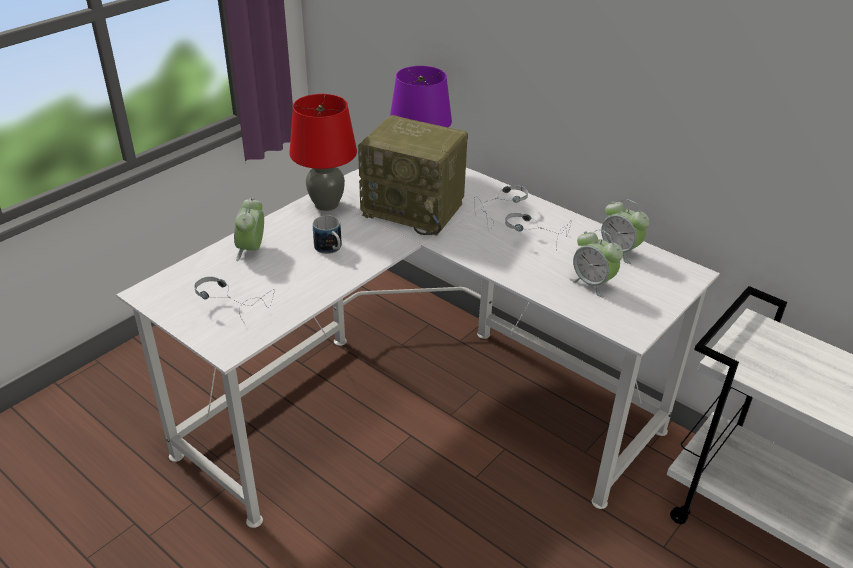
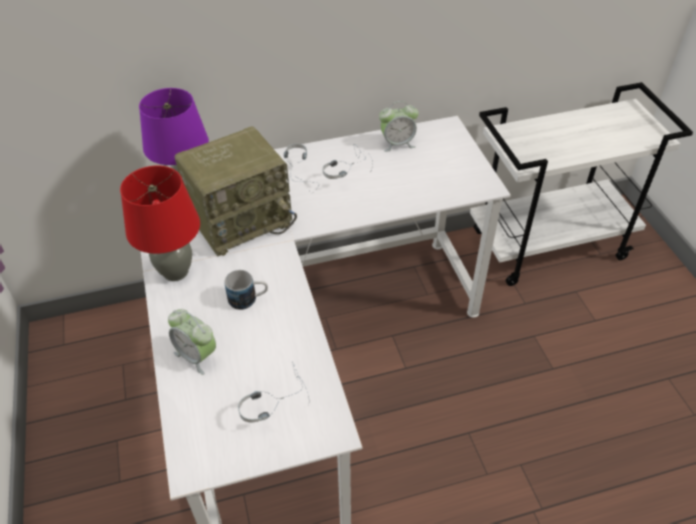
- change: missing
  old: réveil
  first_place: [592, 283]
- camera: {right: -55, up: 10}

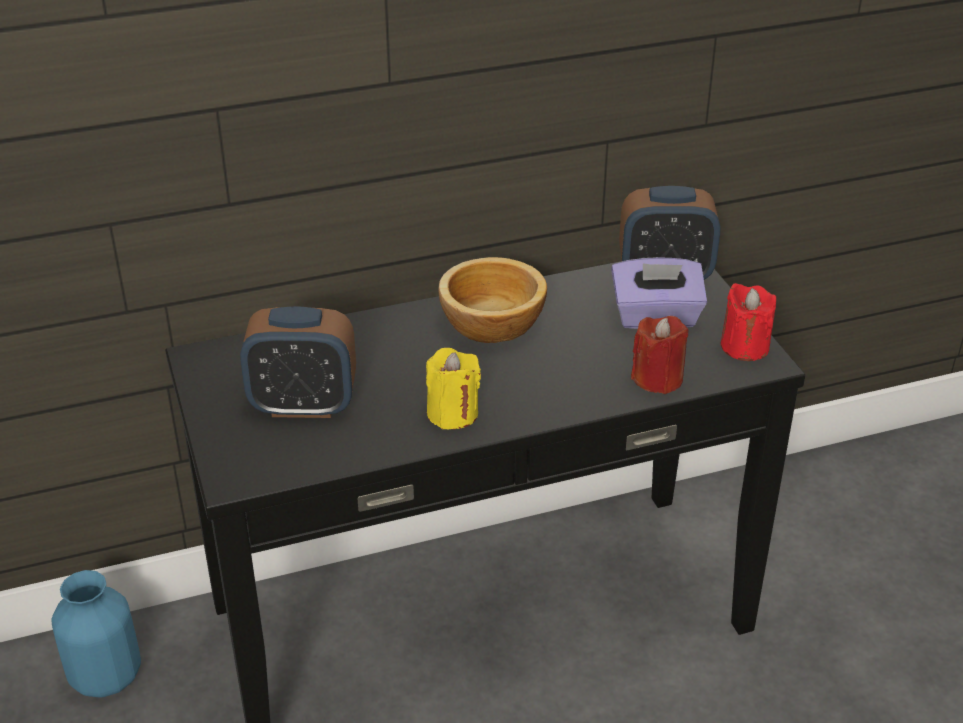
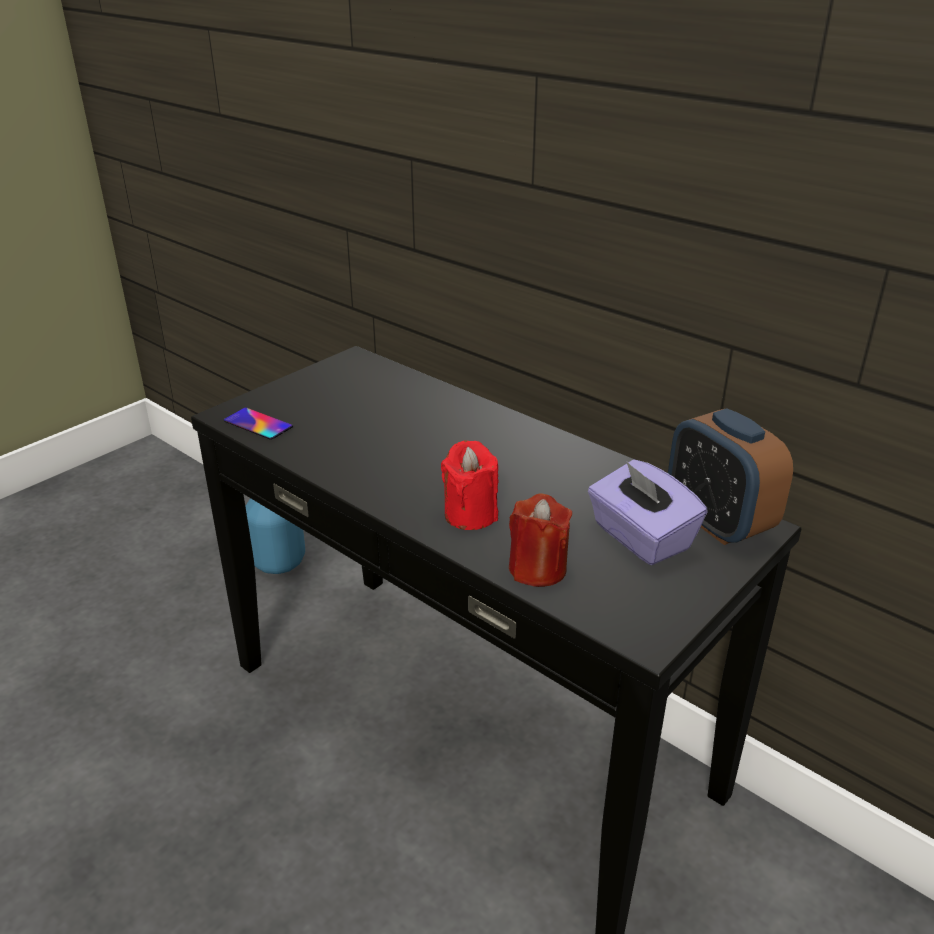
- change: appeared
  new: téléphone
  second_place: [258, 424]
- change: relocated
  old: bougie (rouge)
  first_place: [744, 346]
  second_place: [470, 514]
- change: missing
  old: réveil
  first_place: [303, 405]
- change: missing
  old: bougie (jaune)
  first_place: [452, 413]
- change: missing
  old: bol
  first_place: [491, 325]
- camera: {right: 60, up: -5}

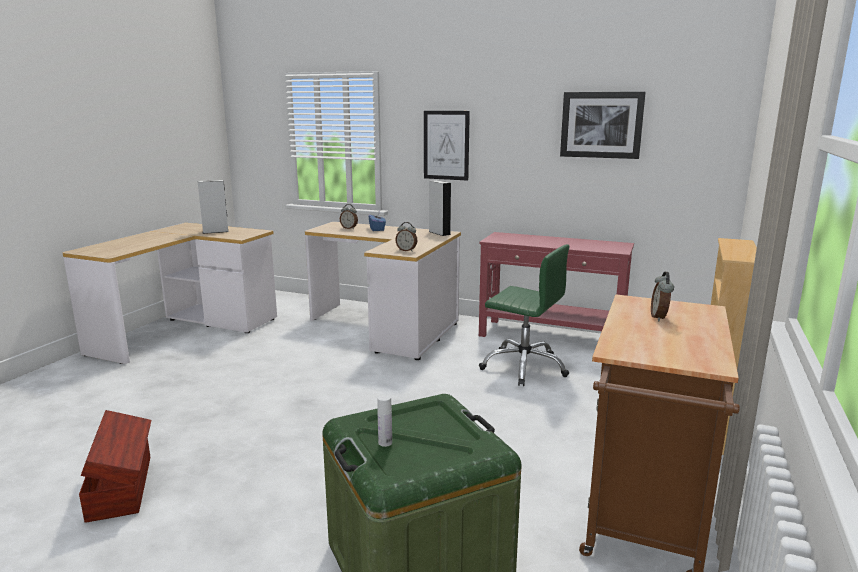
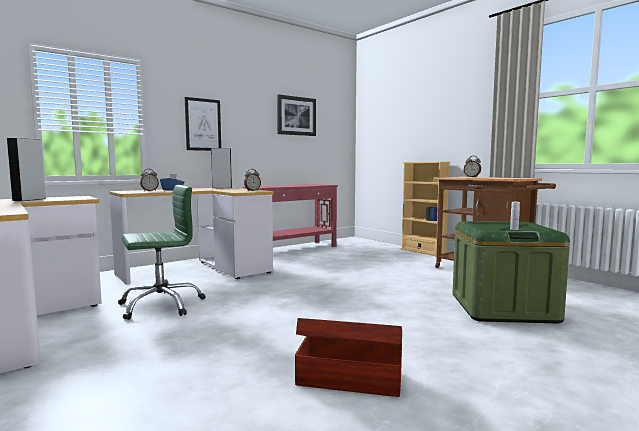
- change: relocated
  old: chaise de bureau (vert)
  first_place: [524, 367]
  second_place: [161, 305]
- camera: {right: -60, up: -10}

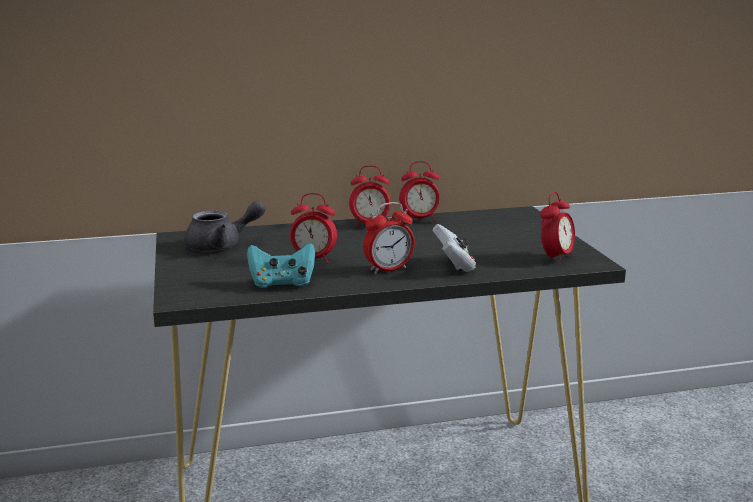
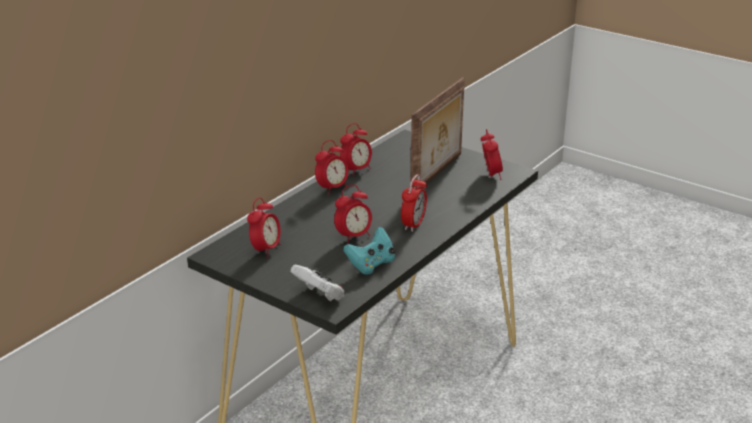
- change: exchanged
  old: théière (gris)
  new: réveil
  first_place: [222, 246]
  second_place: [266, 249]
- change: relocated
  old: manette (blanc)
  first_place: [454, 265]
  second_place: [320, 296]
- change: appeared
  new: cadre photo
  second_place: [438, 174]
- camera: {right: -40, up: 10}

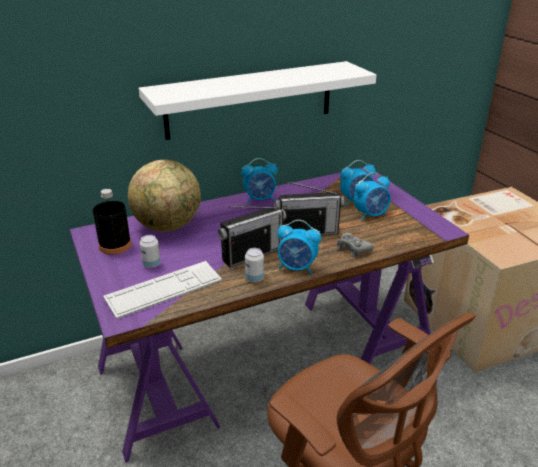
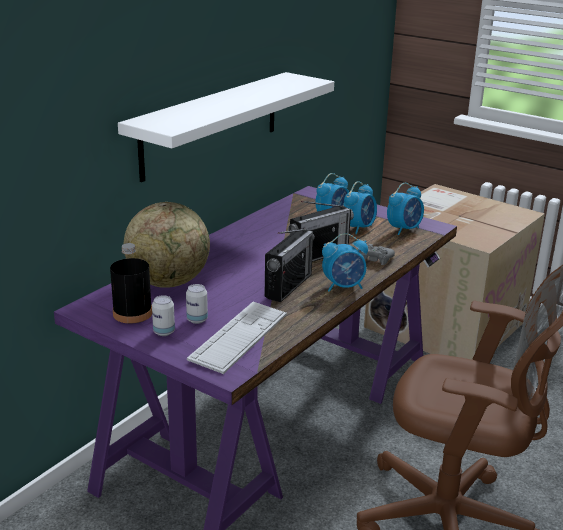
- change: relocated
  old: boîte métallique
  first_place: [254, 278]
  second_place: [164, 332]
- change: relocated
  old: réveil
  first_place: [260, 199]
  second_place: [404, 229]
- camera: {right: -30, up: -5}

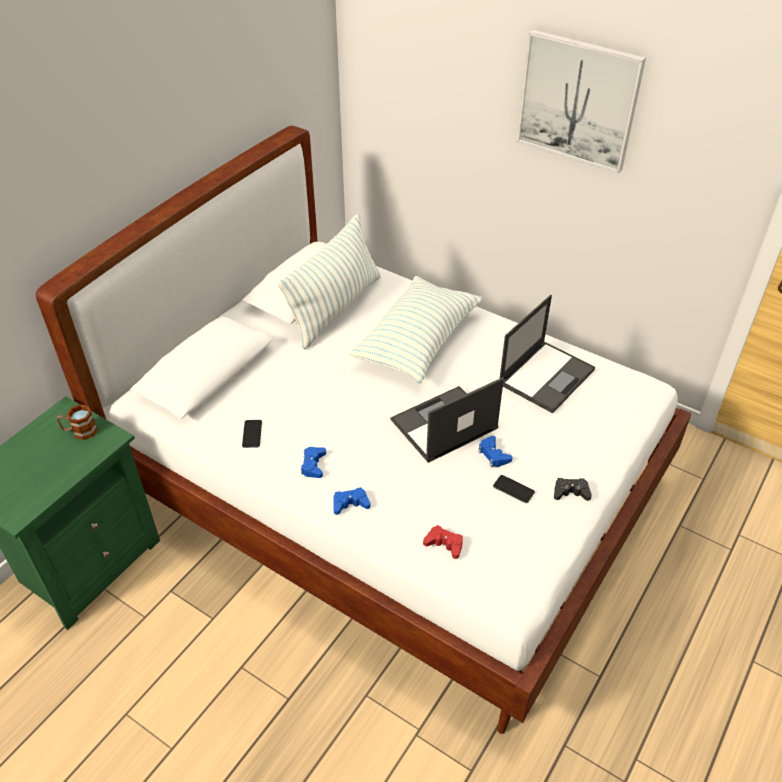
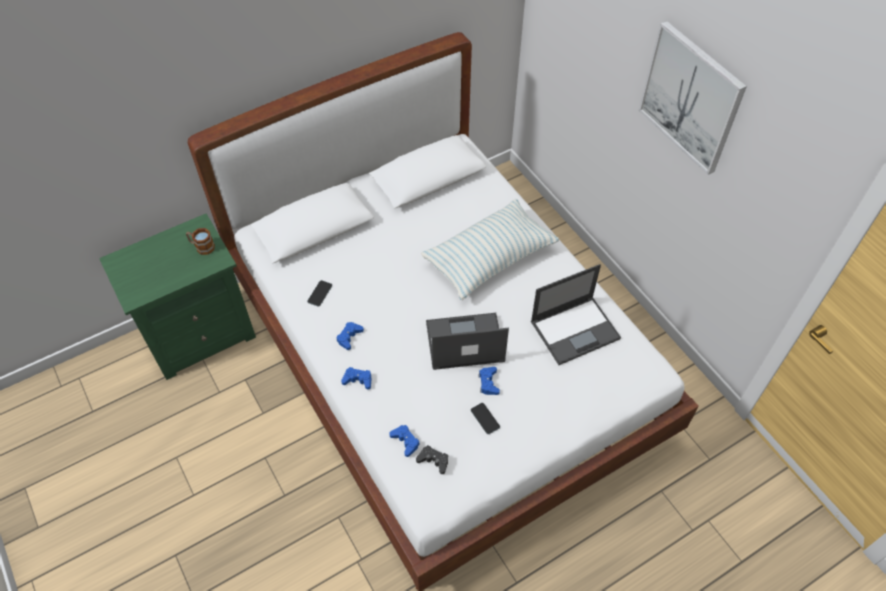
- change: colour
  old: manette (rouge)
  new: manette (bleu)
  first_place: [444, 544]
  second_place: [405, 441]
- change: relocated
  old: manette (noir)
  first_place: [570, 492]
  second_place: [433, 461]
- change: missing
  old: coussin
  first_place: [335, 308]
- camera: {right: 25, up: 10}

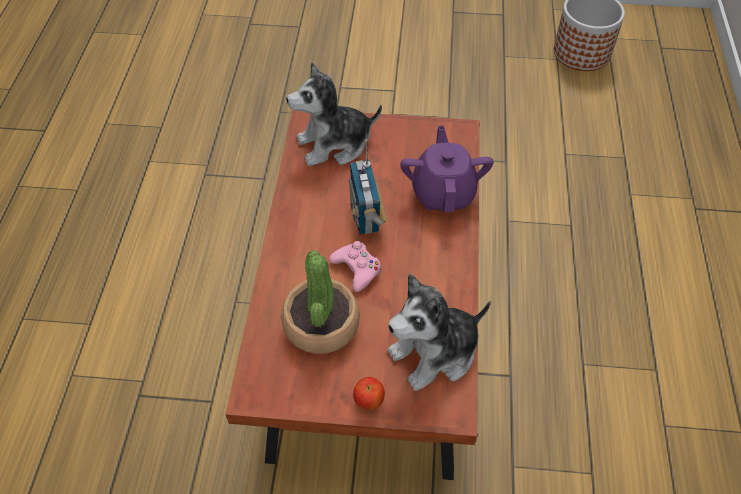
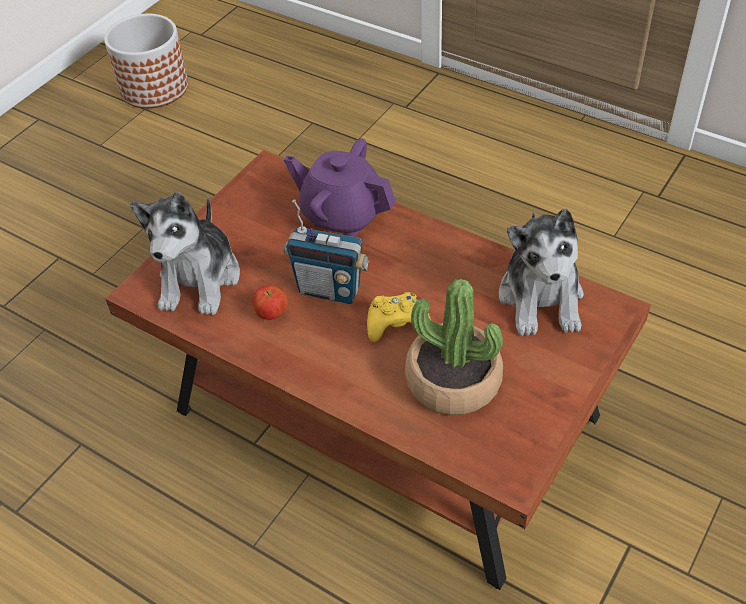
- change: relocated
  old: pomme
  first_place: [369, 400]
  second_place: [272, 314]
- change: colour
  old: manette (rose)
  new: manette (jaune)
  first_place: [357, 269]
  second_place: [397, 323]
- camera: {right: -60, up: -5}

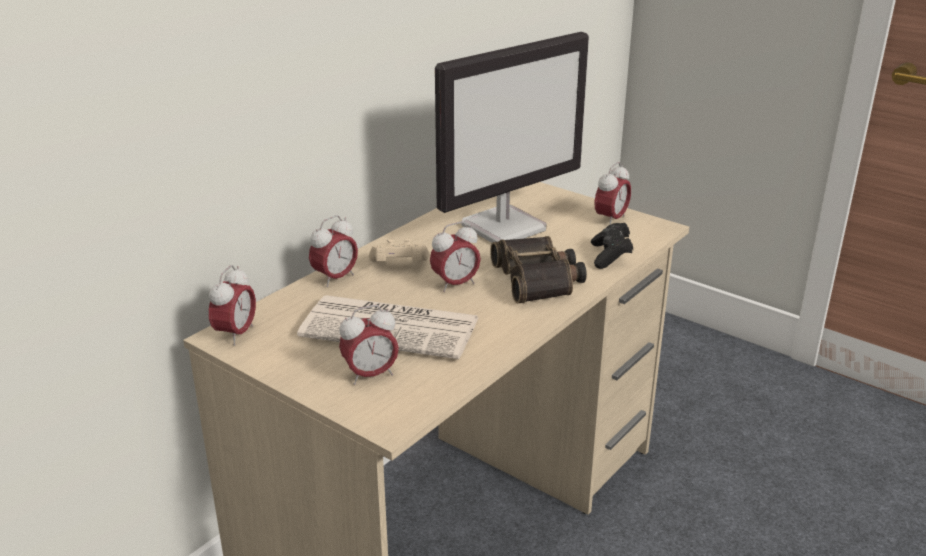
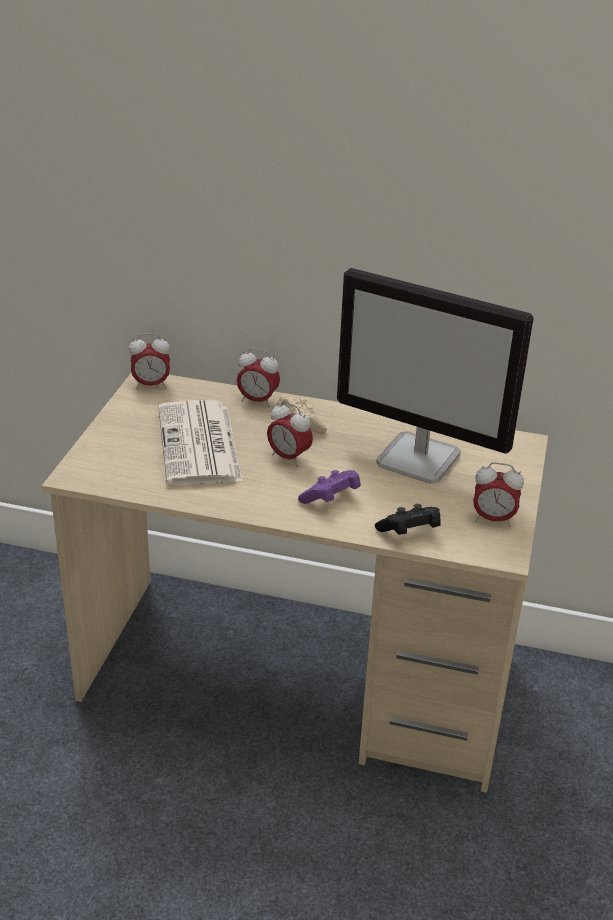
- change: exchanged
  old: jumelles
  new: manette (violet)
  first_place: [538, 279]
  second_place: [330, 499]
- change: missing
  old: réveil
  first_place: [370, 375]
- camera: {right: 65, up: 5}

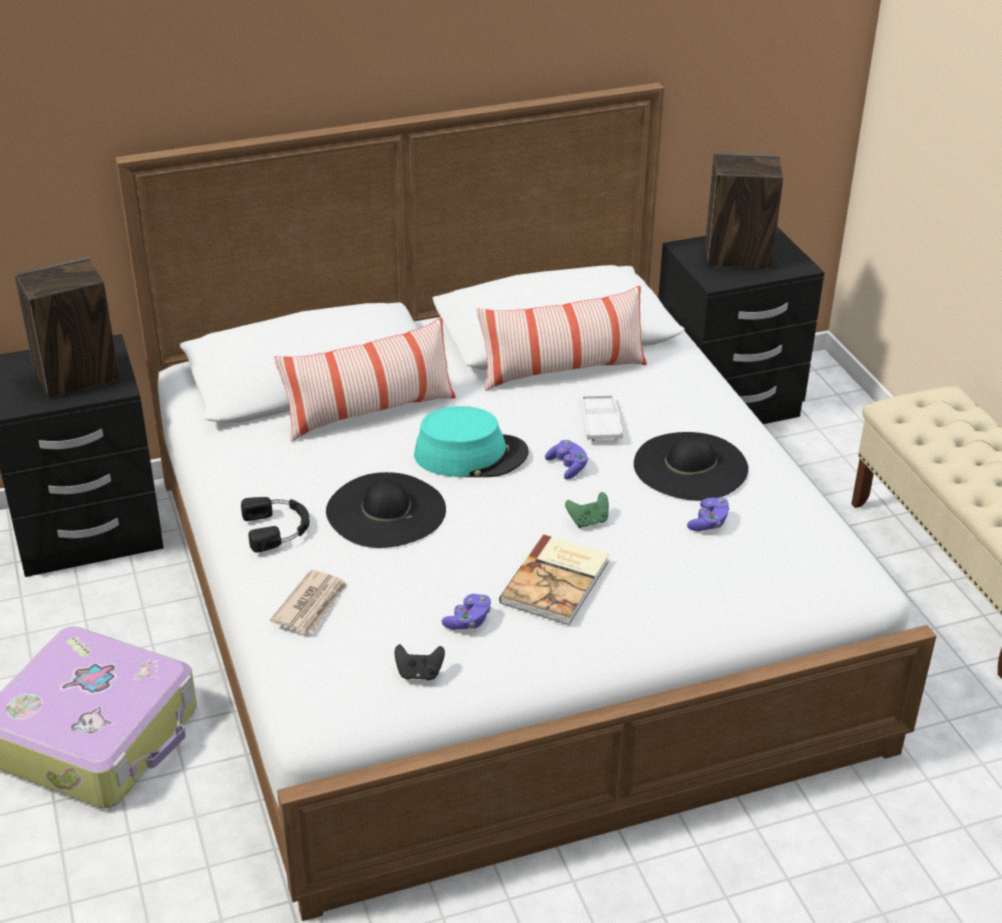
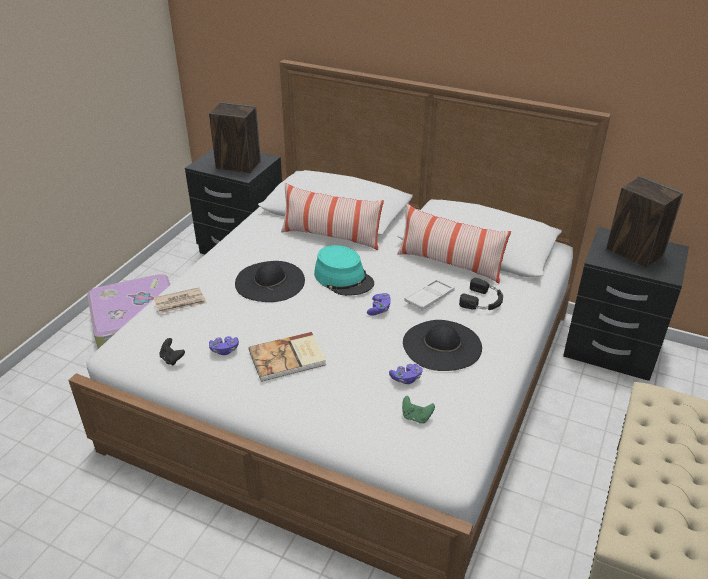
- change: relocated
  old: manette (vert)
  first_place: [588, 521]
  second_place: [416, 417]
- change: relocated
  old: casque audio (noir)
  first_place: [278, 528]
  second_place: [482, 301]
- camera: {right: 45, up: 0}

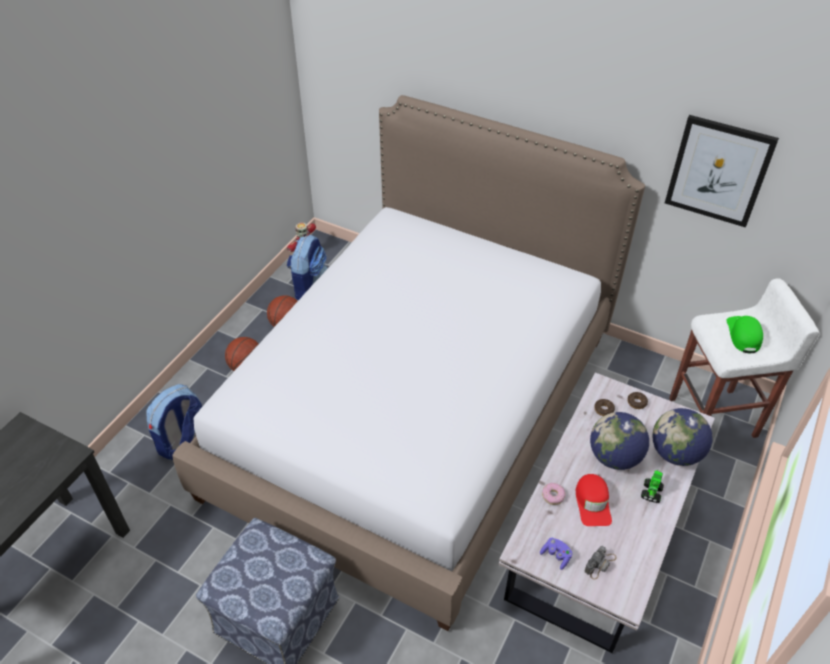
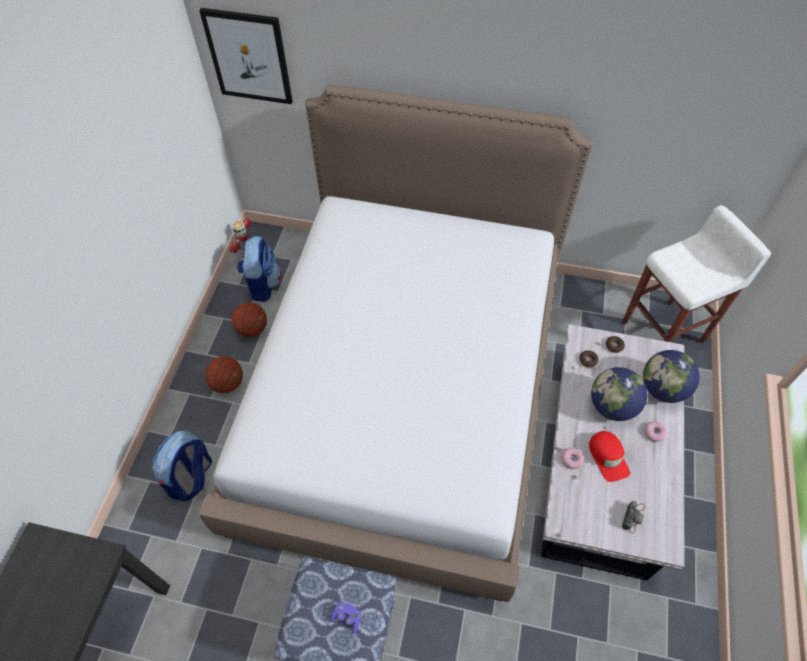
- change: relocated
  old: tableau
  first_place: [718, 171]
  second_place: [249, 56]
- change: relocated
  old: manette (violet)
  first_place: [556, 556]
  second_place: [347, 618]
- change: exchanged
  old: robot jouet
  new: beignet
  first_place: [651, 492]
  second_place: [654, 433]
- change: missing
  old: casquette (vert)
  first_place: [743, 335]
- camera: {right: -15, up: 10}

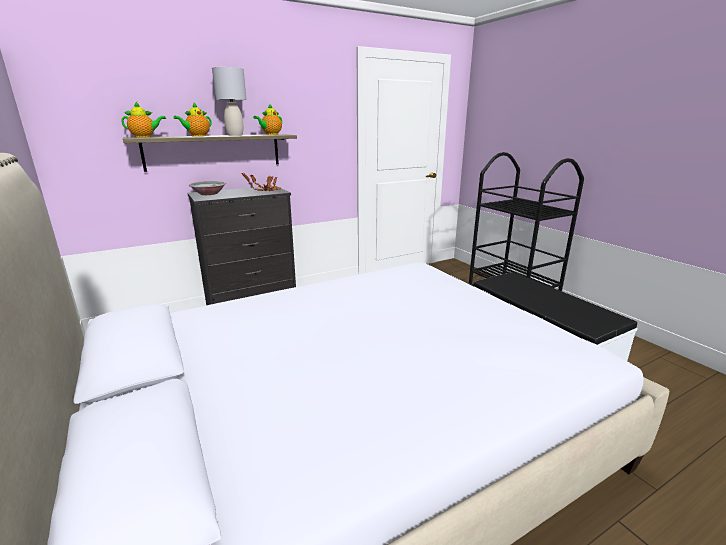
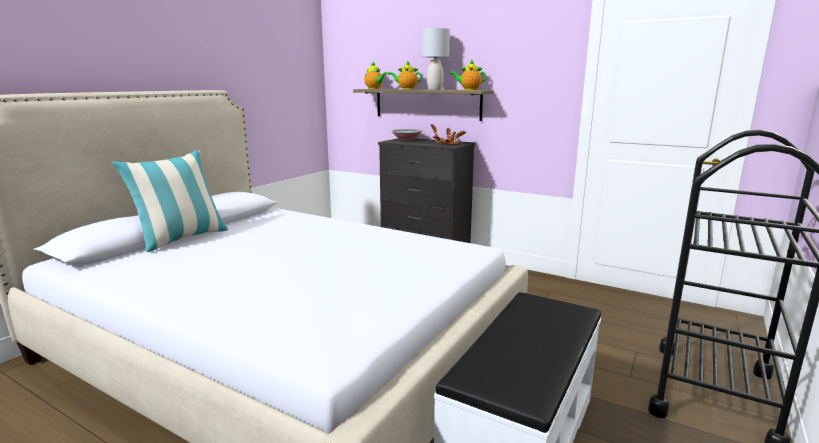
- change: appeared
  new: coussin
  second_place: [181, 239]
- camera: {right: 60, up: -5}

